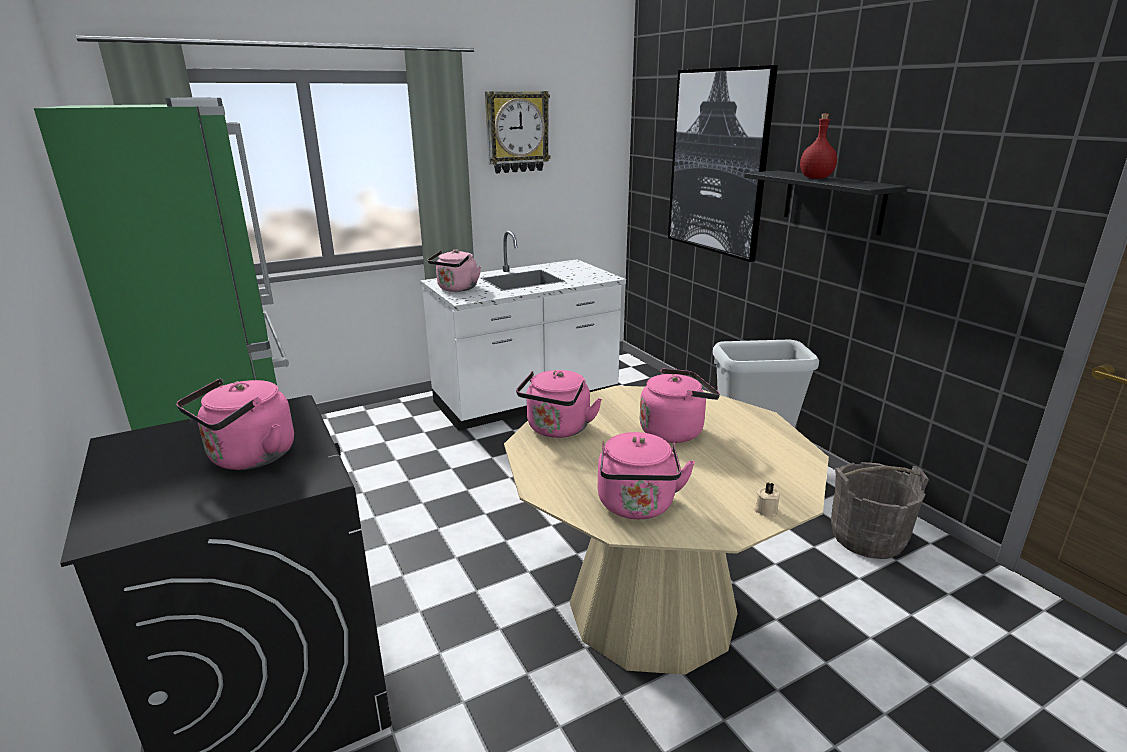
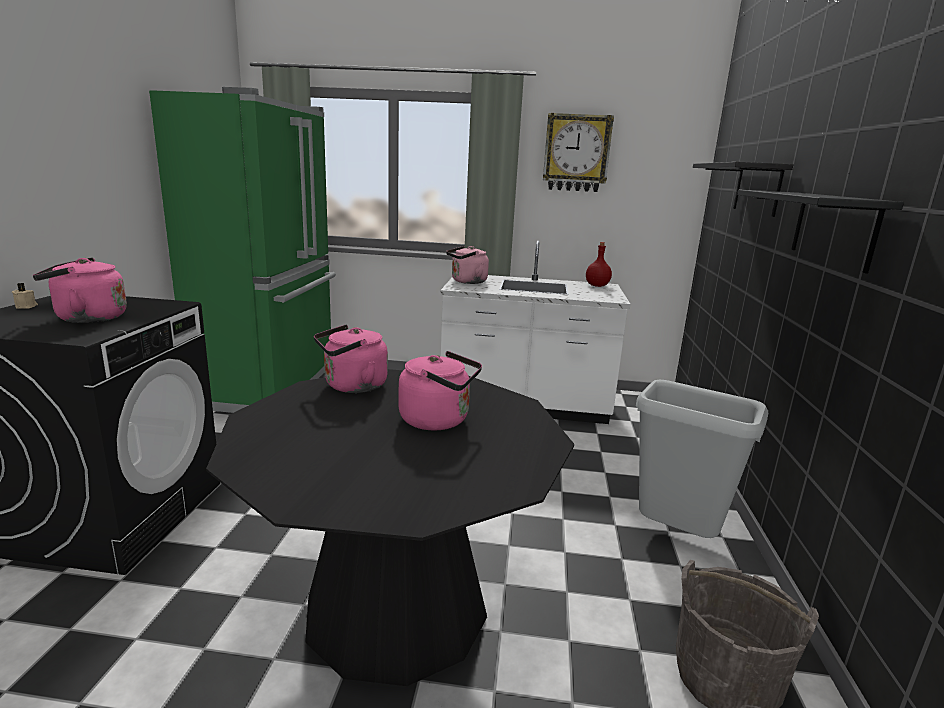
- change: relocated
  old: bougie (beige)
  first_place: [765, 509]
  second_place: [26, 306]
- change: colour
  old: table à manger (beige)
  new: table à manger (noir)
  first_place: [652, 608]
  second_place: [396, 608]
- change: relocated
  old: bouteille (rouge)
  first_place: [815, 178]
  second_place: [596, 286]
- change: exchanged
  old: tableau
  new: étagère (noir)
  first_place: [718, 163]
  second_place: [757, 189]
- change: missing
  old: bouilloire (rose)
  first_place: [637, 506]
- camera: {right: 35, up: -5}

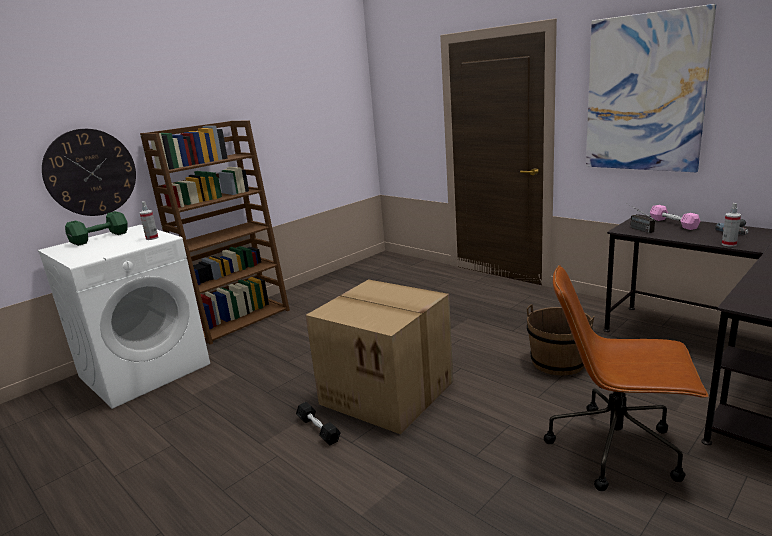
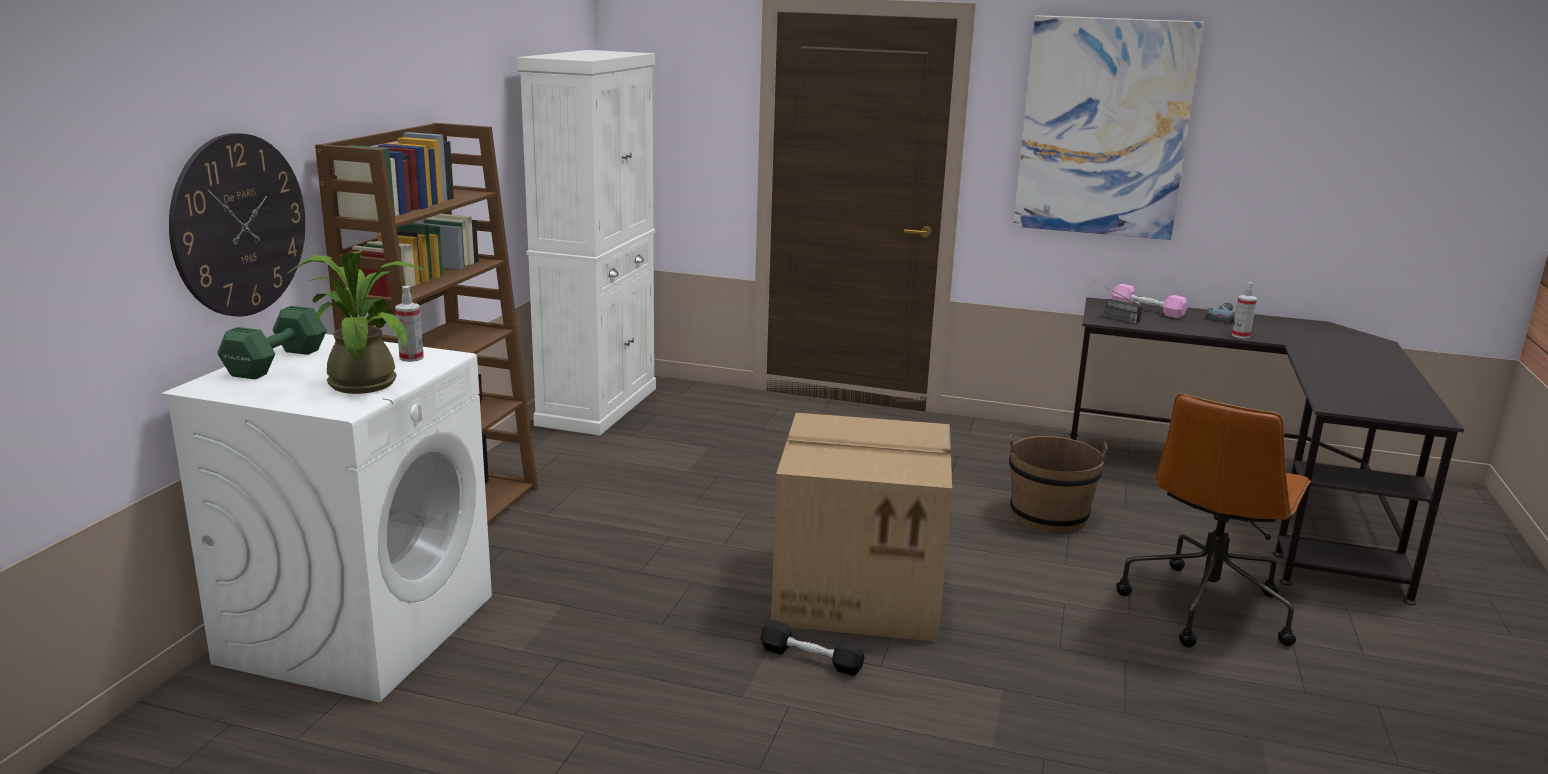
- change: appeared
  new: plante en pot
  second_place: [364, 381]
- change: appeared
  new: meuble de rangement (blanc)
  second_place: [598, 406]
- change: spun
  old: chaise de bureau (marron)
  first_place: [616, 448]
  second_place: [1206, 607]
  degrees: -45
- camera: {right: -30, up: 0}

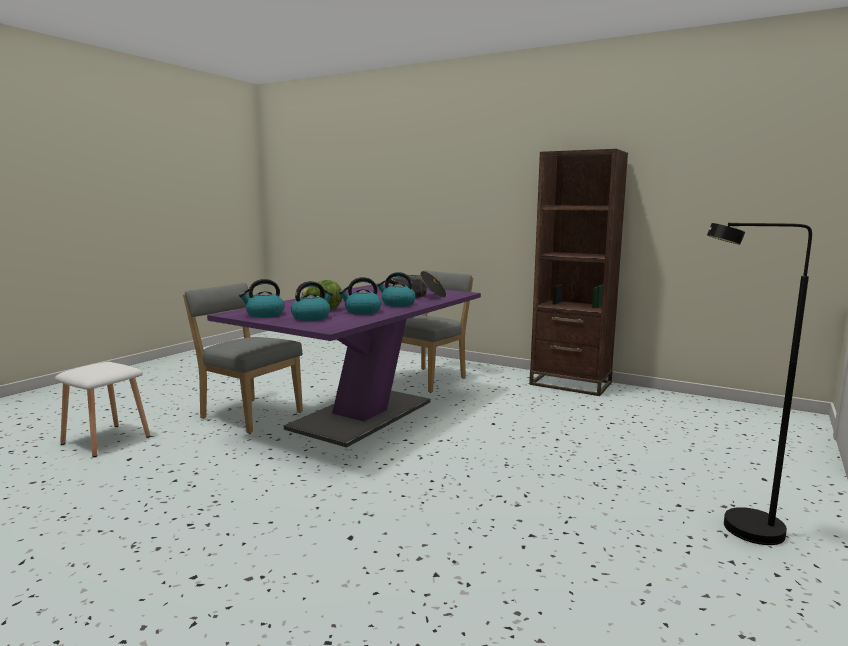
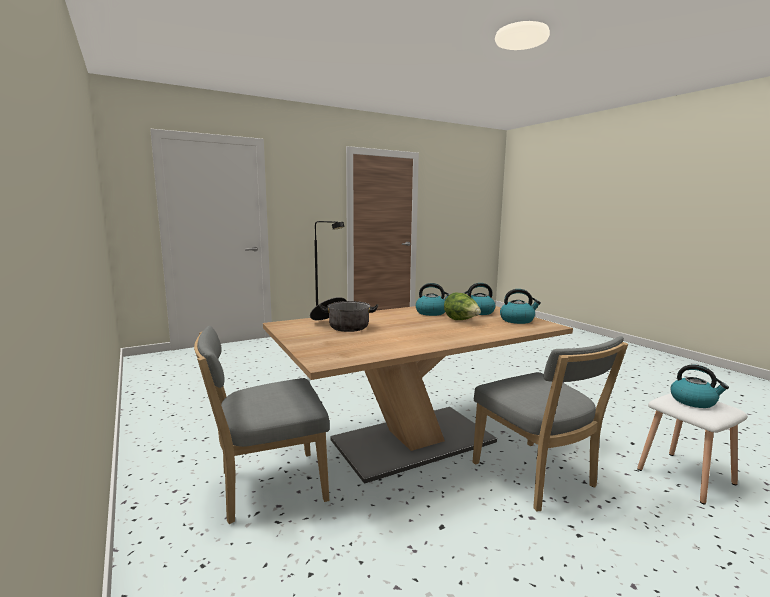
- change: colour
  old: table à manger (violet)
  new: table à manger (marron)
  first_place: [361, 415]
  second_place: [413, 441]
- change: relocated
  old: bouilloire
  first_place: [397, 304]
  second_place: [694, 401]
- change: missing
  old: bibliothèque (marron)
  first_place: [570, 384]
- camera: {right: -150, up: 0}

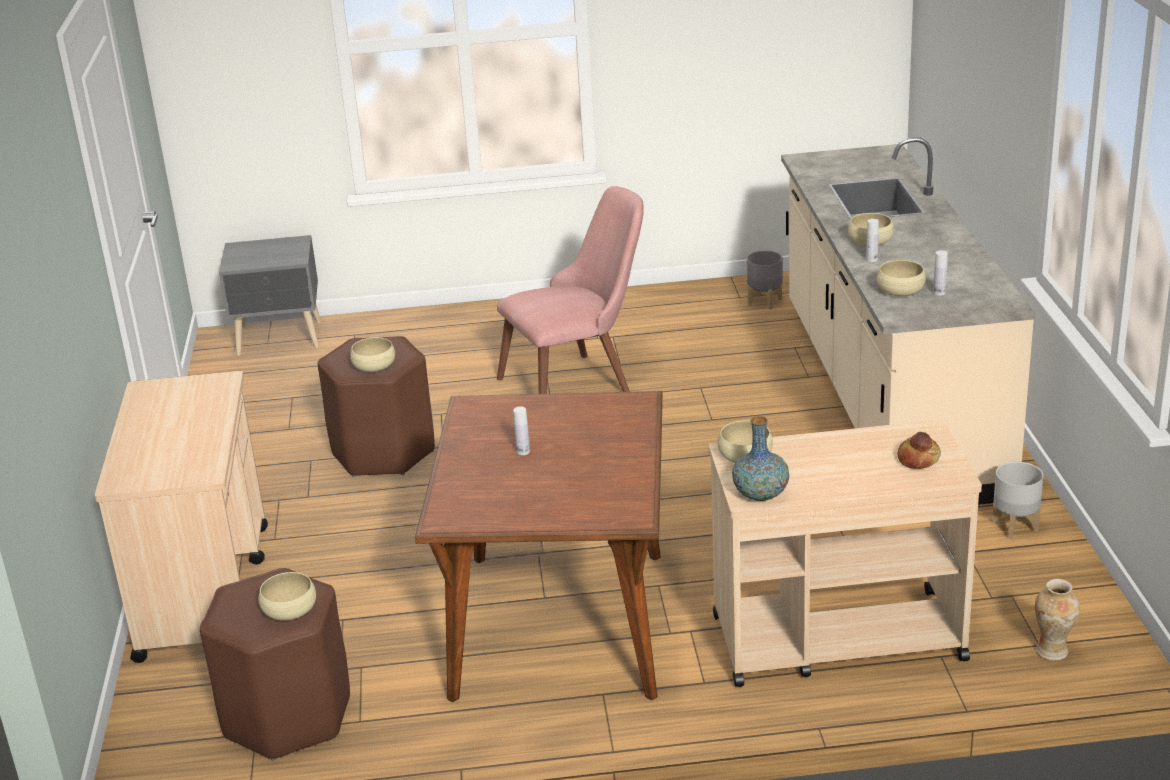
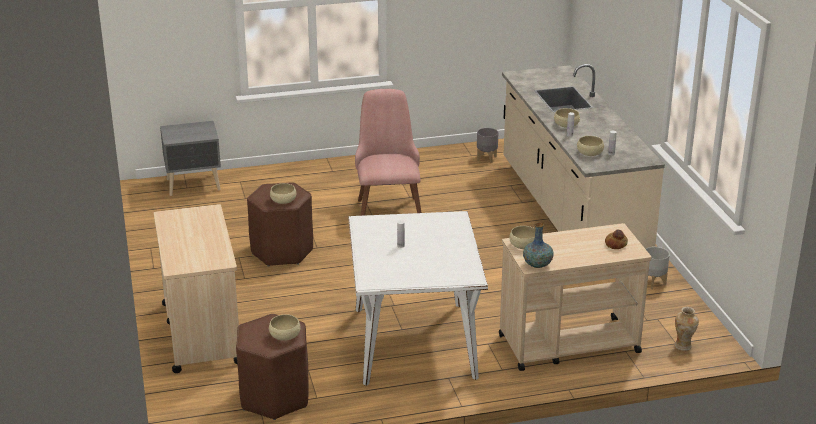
- change: colour
  old: table à manger (marron)
  new: table à manger (blanc)
  first_place: [560, 625]
  second_place: [414, 343]
- change: spun
  old: chaise (rose)
  first_place: [579, 382]
  second_place: [388, 208]
  degrees: -60
- camera: {right: -10, up: 0}

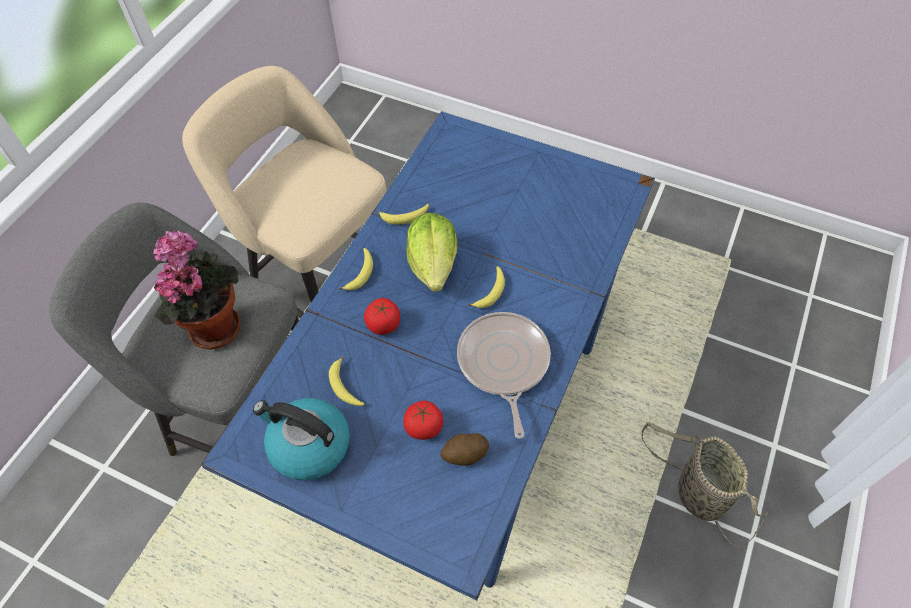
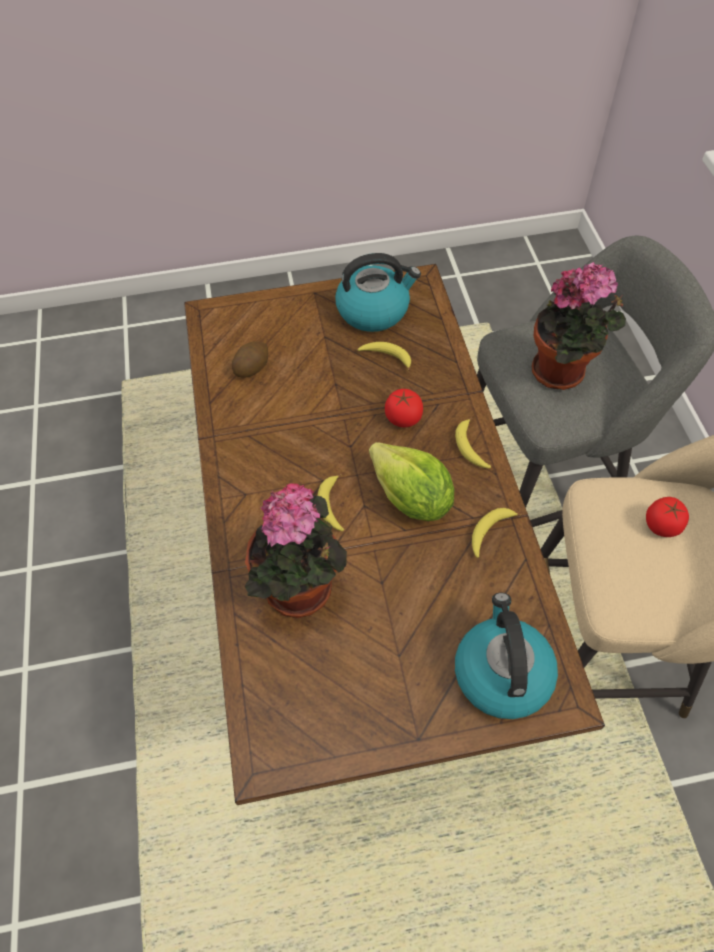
- change: colour
  old: table à manger (bleu)
  new: table à manger (marron)
  first_place: [457, 416]
  second_place: [362, 602]
- change: appeared
  new: plante en pot
  second_place: [302, 593]
- change: appeared
  new: bouilloire
  second_place: [501, 672]
- change: relocated
  old: tomate
  first_place: [424, 427]
  second_place: [662, 525]
- change: missing
  old: poêle
  first_place: [503, 364]
- change: missing
  old: panier
  first_place: [696, 493]
- camera: {right: 145, up: 0}

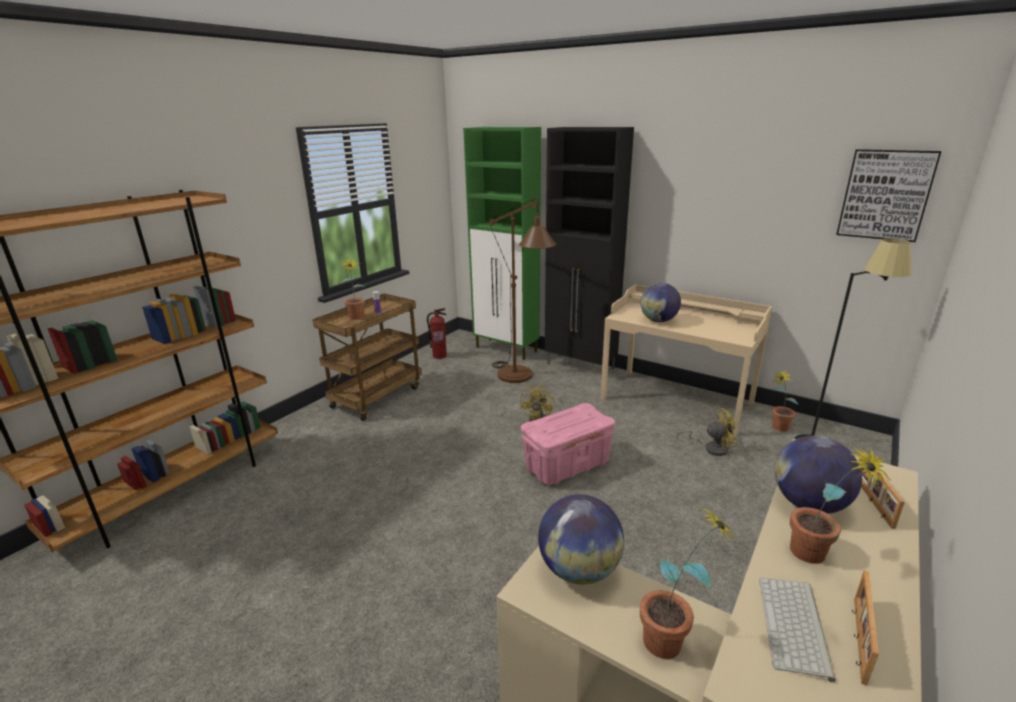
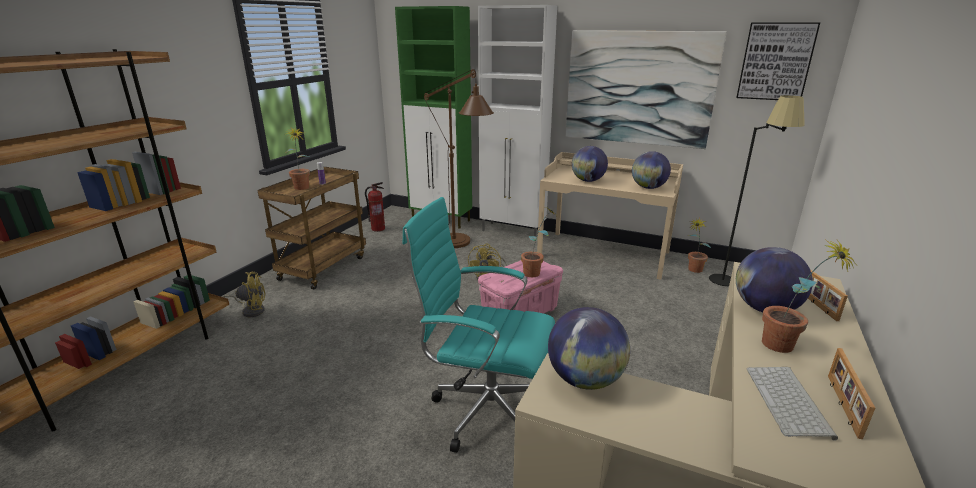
- change: relocated
  old: ventilateur (jaune)
  first_place: [711, 448]
  second_place: [251, 310]
- change: appeared
  new: chaise de bureau (turquoise)
  second_place: [484, 410]
- change: colour
  old: meuble de rangement (noir)
  new: meuble de rangement (blanc)
  first_place: [581, 366]
  second_place: [513, 231]
- change: relocated
  old: plante en pot
  first_place: [674, 641]
  second_place: [536, 273]
- change: appeared
  new: tableau
  second_place: [638, 88]
- change: appeared
  new: globe
  second_place: [648, 187]
- camera: {right: -10, up: 0}

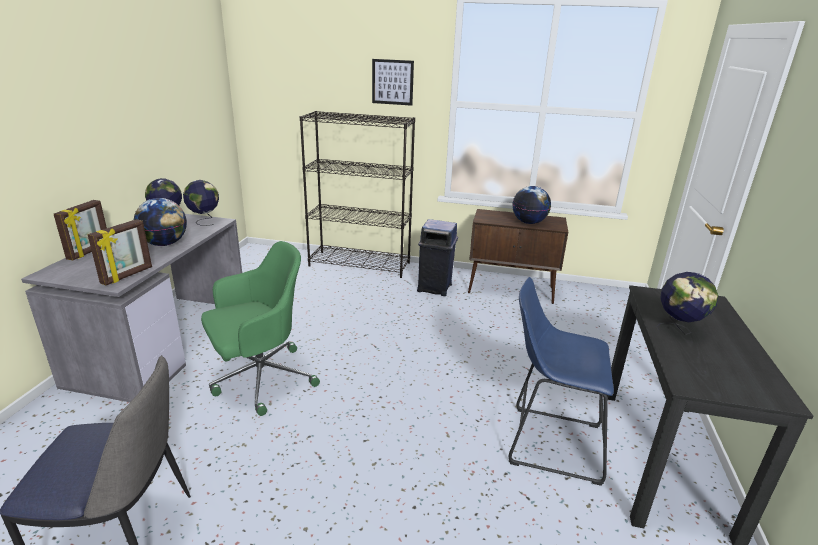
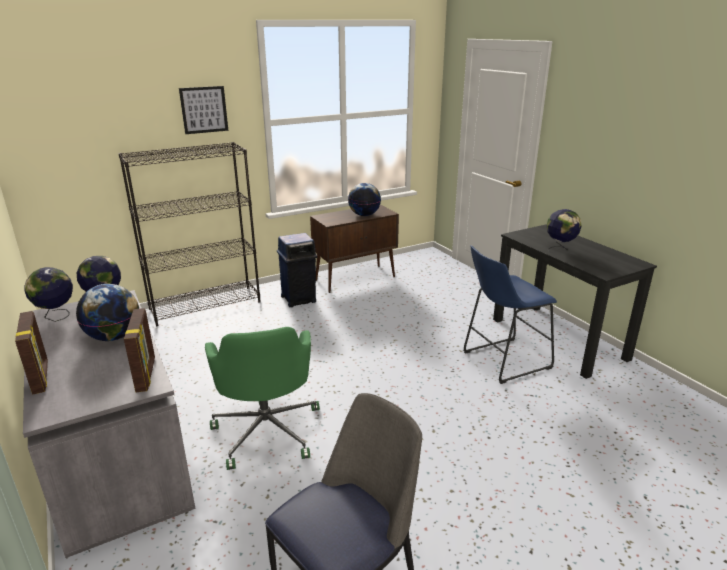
- change: spun
  old: chaise de bureau (vert)
  first_place: [260, 379]
  second_place: [267, 430]
  degrees: 150
- camera: {right: -40, up: 0}

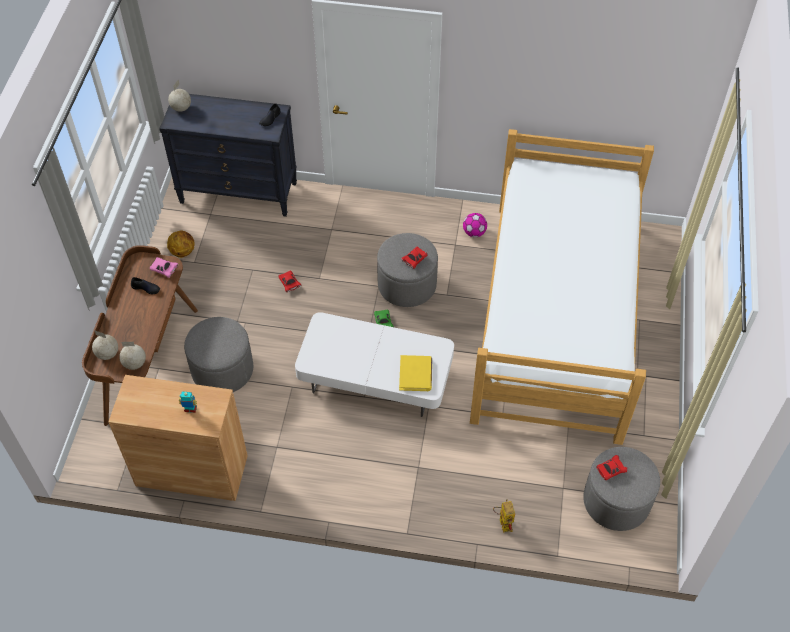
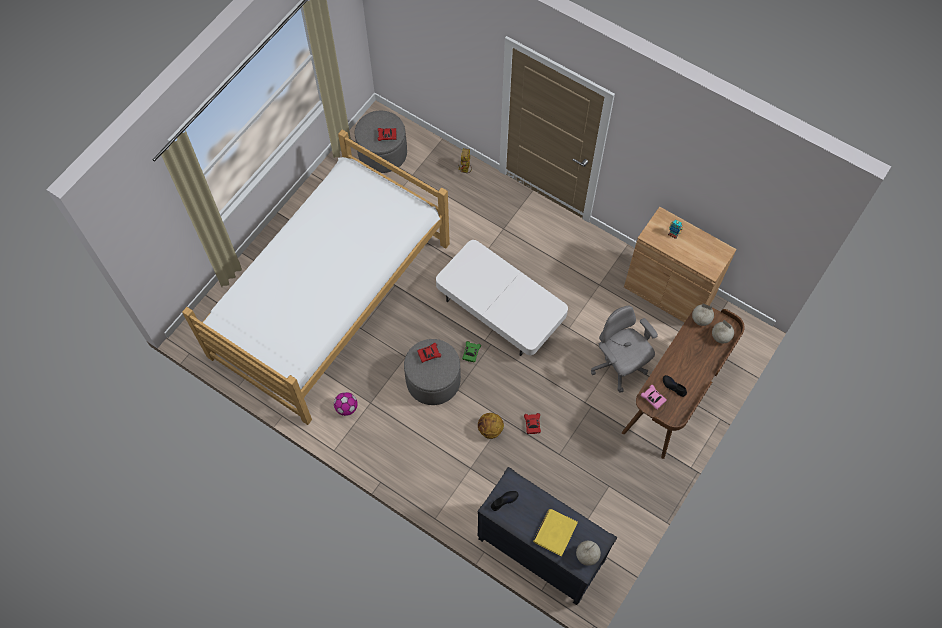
- change: relocated
  old: ballon de basket
  first_place: [183, 251]
  second_place: [490, 430]
- change: relocated
  old: livre (jaune)
  first_place: [415, 374]
  second_place: [555, 532]
- change: exchanged
  old: pouf (gris)
  new: chaise de bureau (gris)
  first_place: [222, 369]
  second_place: [618, 366]
- camera: {right: -155, up: 10}

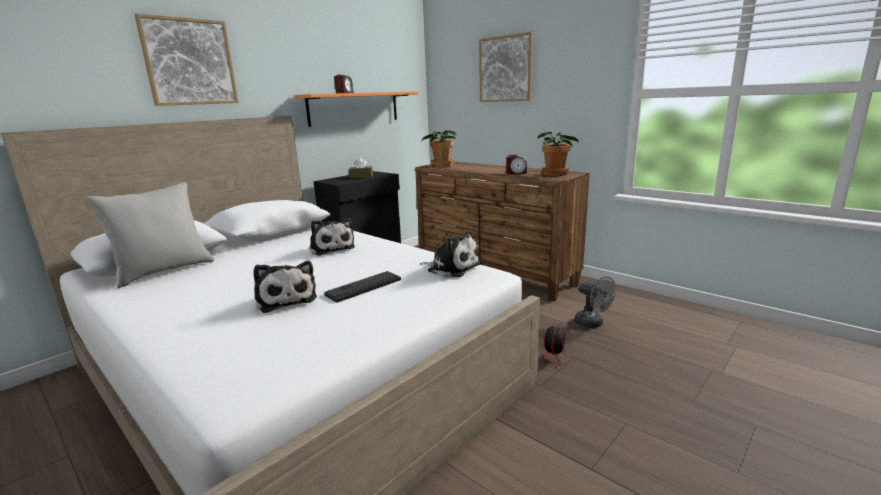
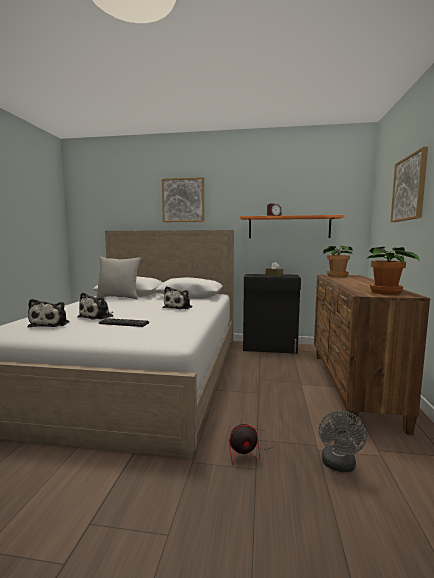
- change: relocated
  old: peluche
  first_place: [451, 268]
  second_place: [51, 324]
- change: missing
  old: réveil
  first_place: [516, 173]
- camera: {right: 55, up: -10}

